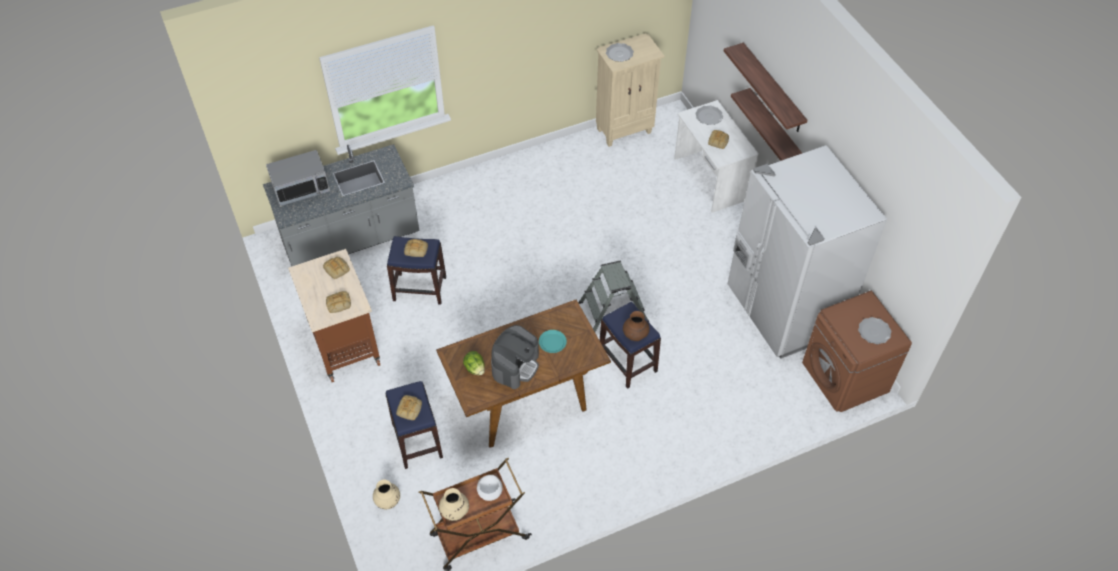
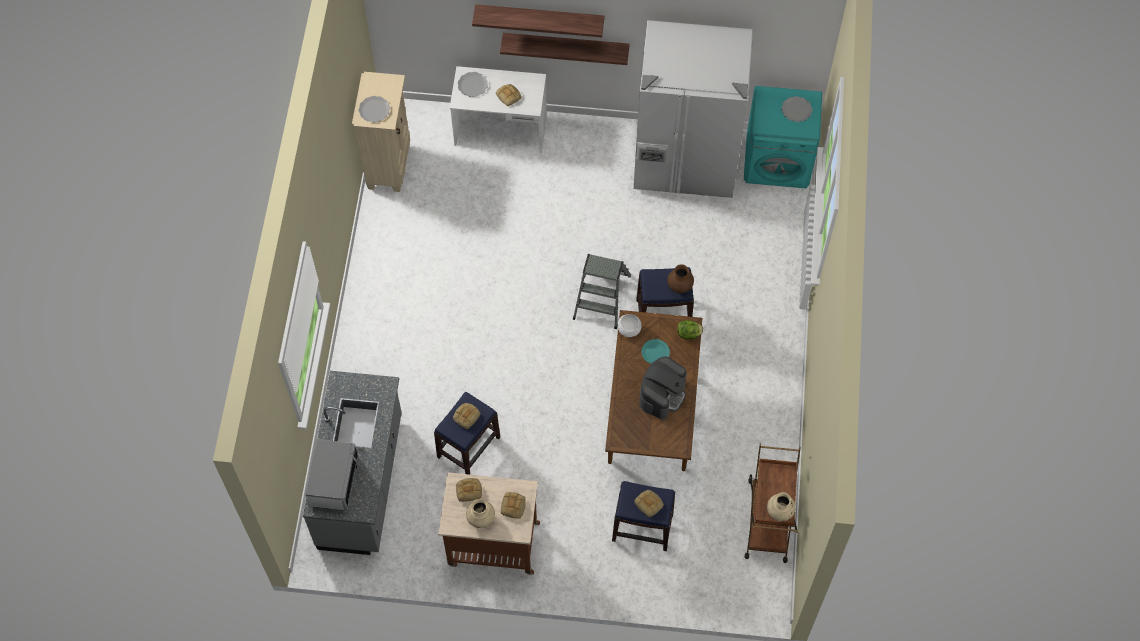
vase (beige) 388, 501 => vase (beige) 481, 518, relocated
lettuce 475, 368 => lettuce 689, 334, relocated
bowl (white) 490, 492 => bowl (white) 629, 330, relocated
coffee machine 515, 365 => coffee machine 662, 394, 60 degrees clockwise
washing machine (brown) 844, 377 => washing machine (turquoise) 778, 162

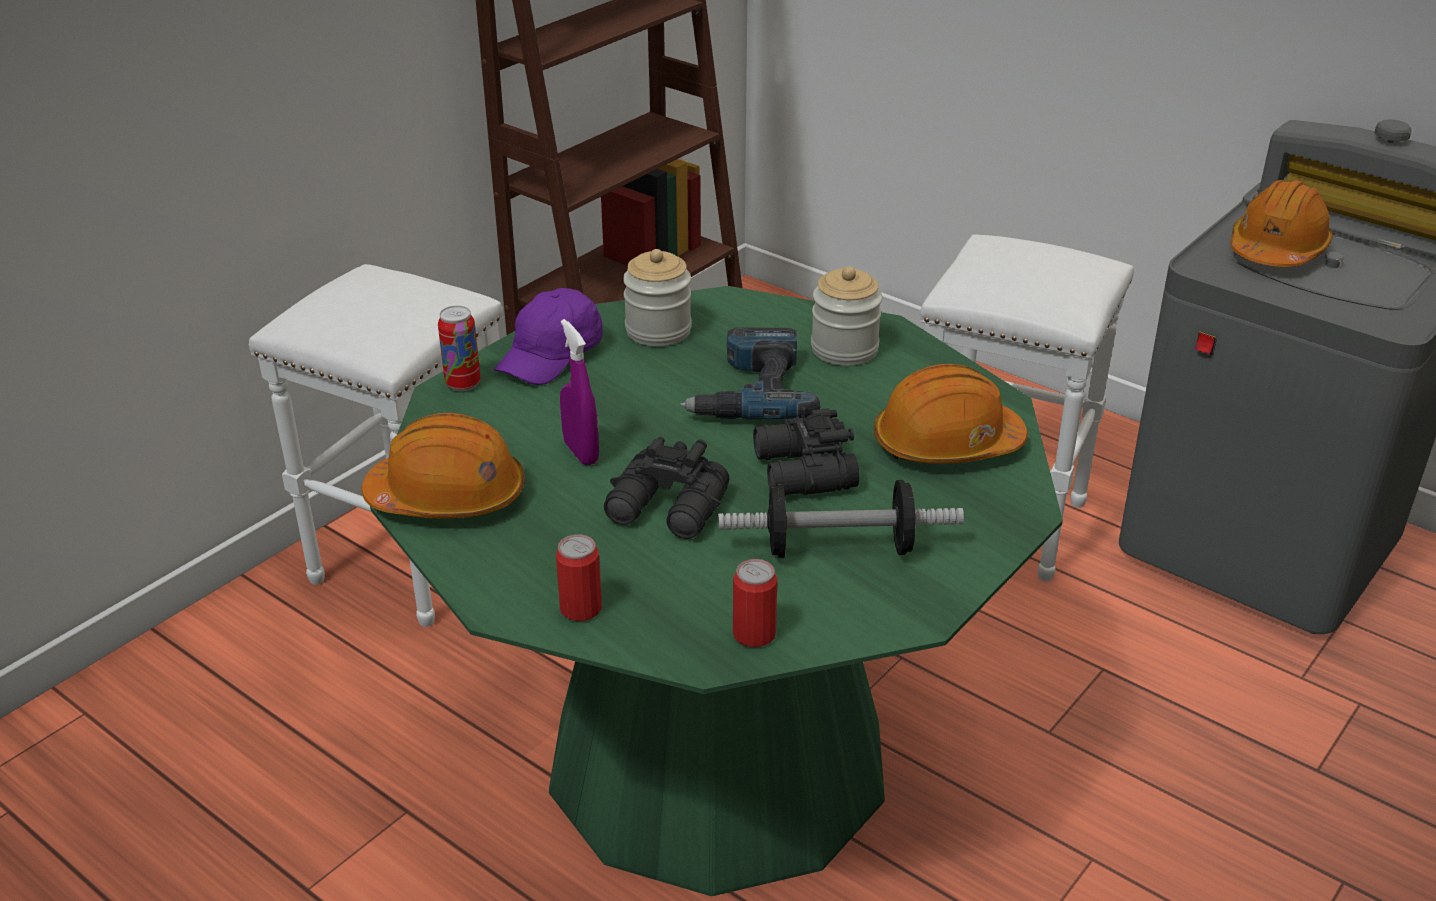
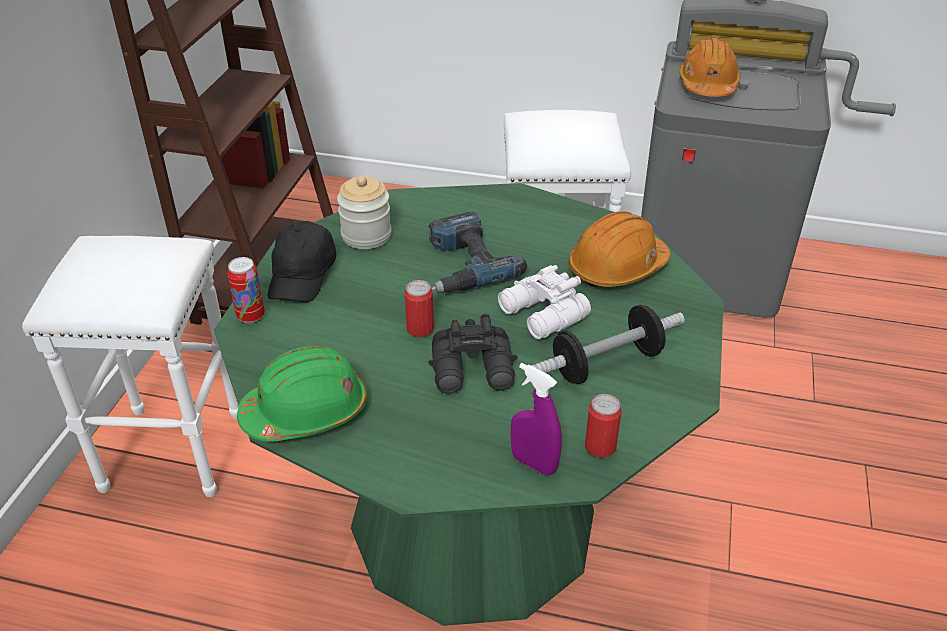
hard hat (orange) 448, 497 => hard hat (green) 306, 412
cap (purple) 552, 356 => cap (black) 303, 275
can 580, 608 => can 420, 329, relocated
spray bottle (purple) 581, 453 => spray bottle (purple) 534, 464, relocated
binoculars (black) 802, 473 => binoculars (white) 542, 315
jar 844, 349 => nothing

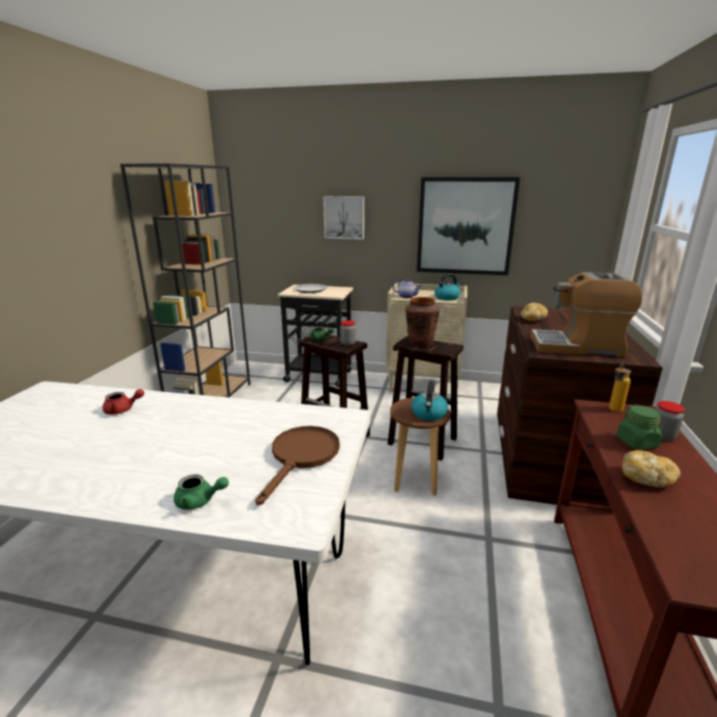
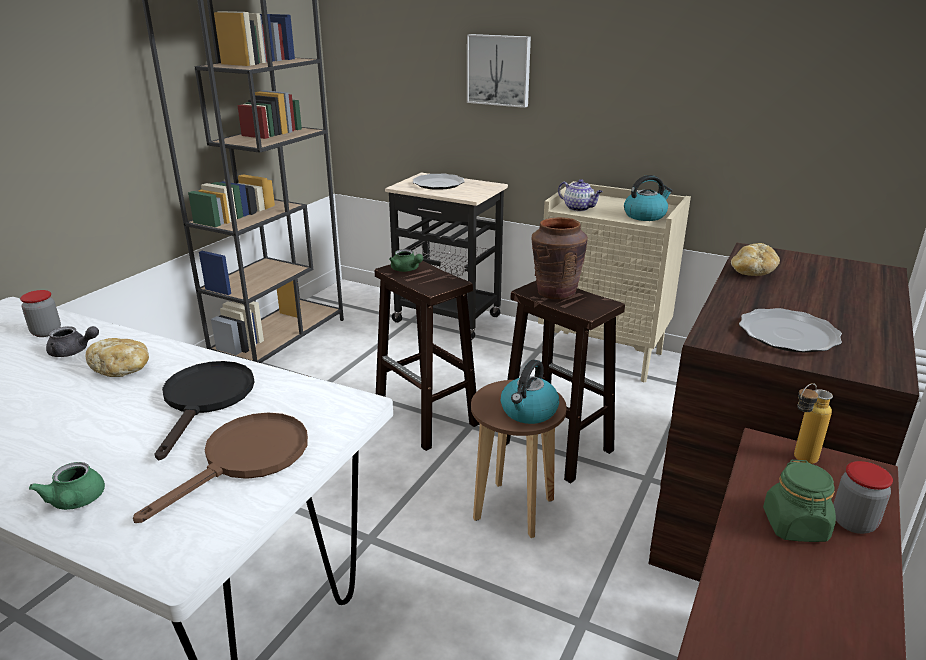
teapot (red) 123, 410 => teapot (grey) 73, 352
teapot (green) 199, 501 => teapot (green) 76, 502, 45 degrees clockwise
jar 348, 343 => jar 46, 332, relocated
picture 465, 226 => nothing
coffee machine 577, 347 => plate 788, 335
bread 646, 478 => bread 122, 369, relocated
nothing => frying pan (black) 206, 400

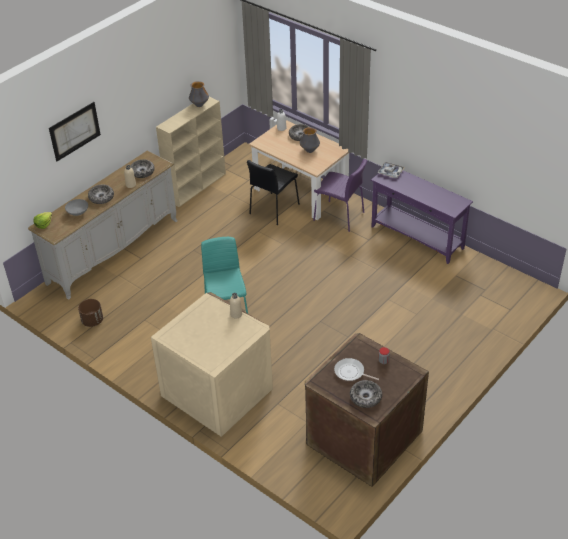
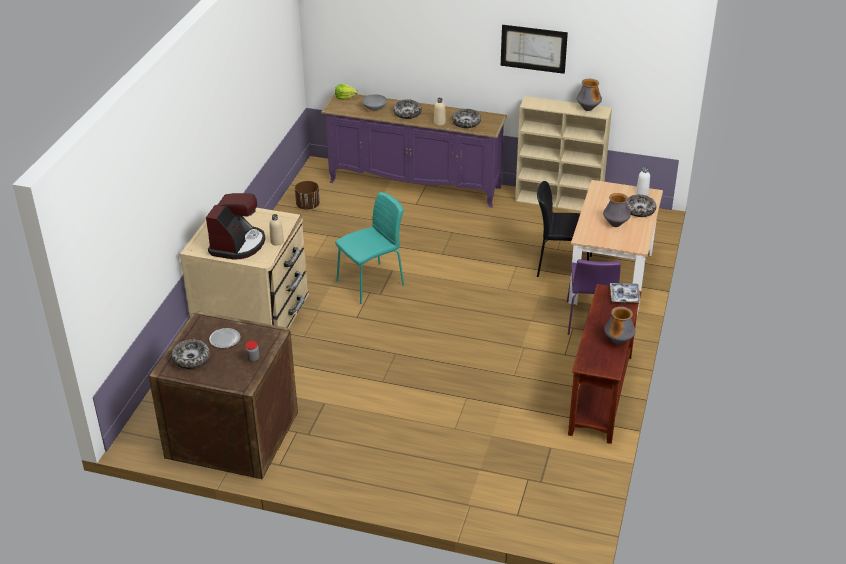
cabinet (grey) 114, 251 => cabinet (purple) 414, 185
picture 75, 131 => picture 533, 49, relocated
frying pan 351, 372 => plate 224, 339
console table (purple) 417, 237 => console table (brown) 601, 395
nothing => coffee machine 238, 244
nothing => vase 618, 341

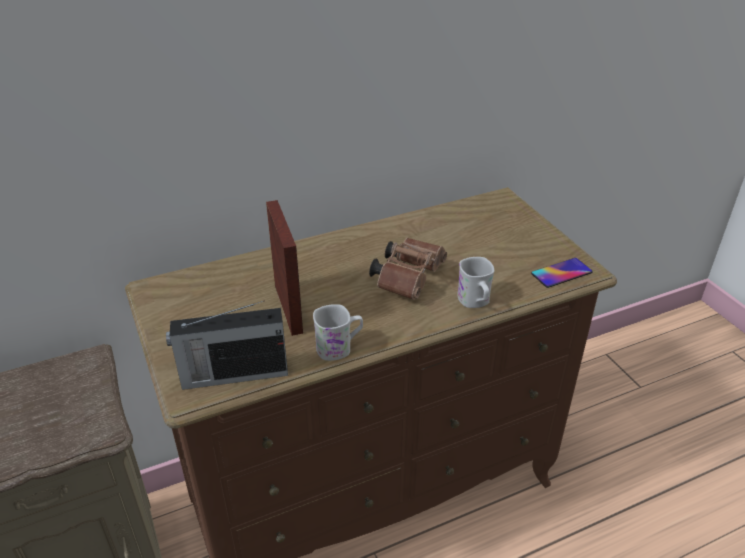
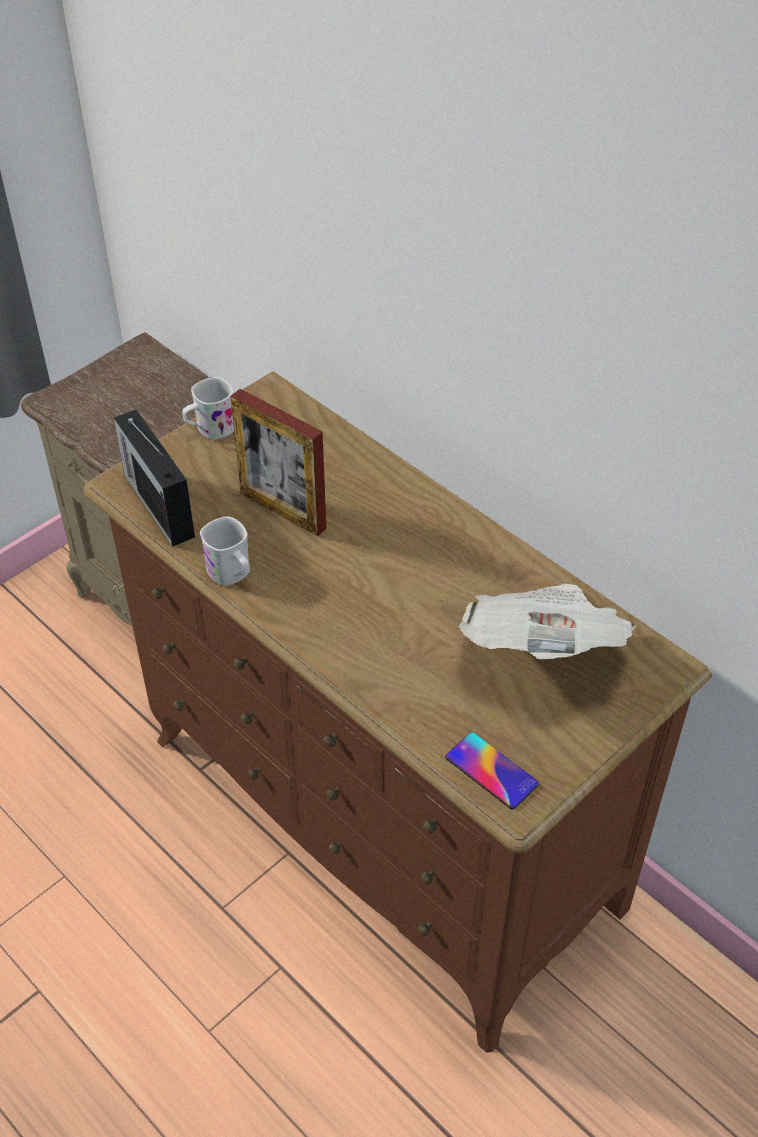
picture frame 288, 308 => picture frame 283, 510, 75 degrees clockwise
binoculars (brown) 409, 277 => nothing
mug (white) 475, 302 => mug (white) 210, 430, relocated
nothing => newspaper 542, 649

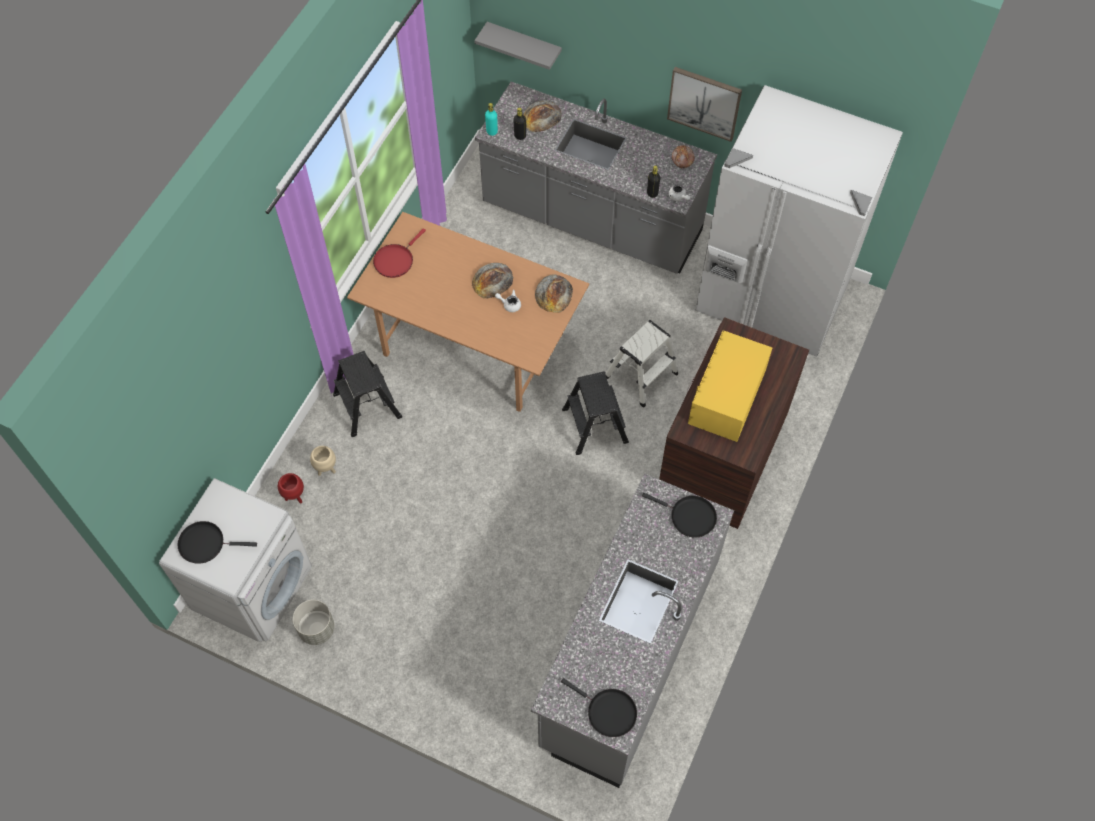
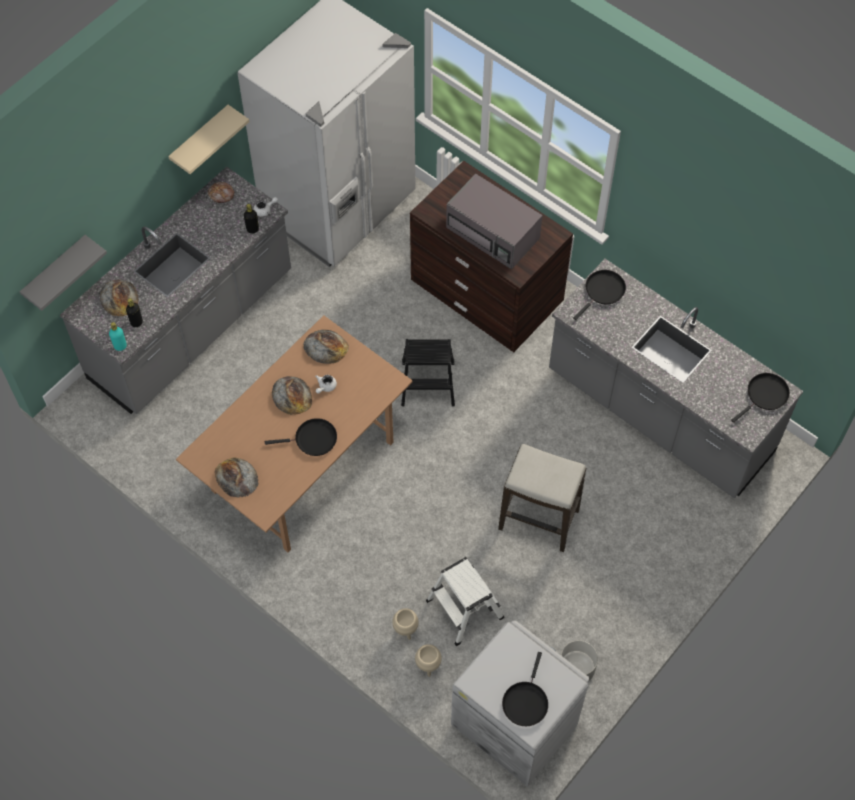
planter (red) 294, 497 => planter (beige) 428, 666
step ladder (black) 367, 405 => nothing
frying pan (red) 395, 260 => bread 236, 477
step ladder (white) 640, 375 => step ladder (white) 465, 609, relocated
picture 704, 103 => shelf (beige) 200, 140
microwave (yellow) 727, 398 => microwave (grey) 494, 233
nothing => frying pan (black) 313, 439
nothing => stool 539, 520

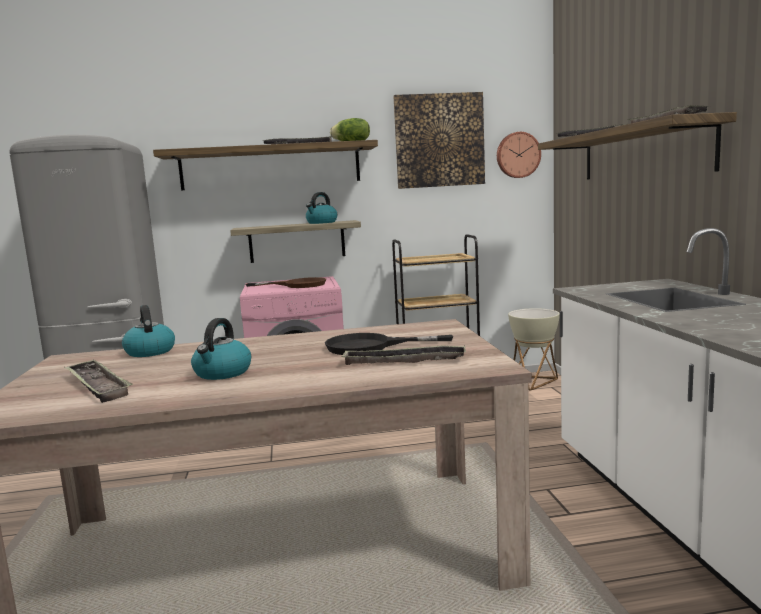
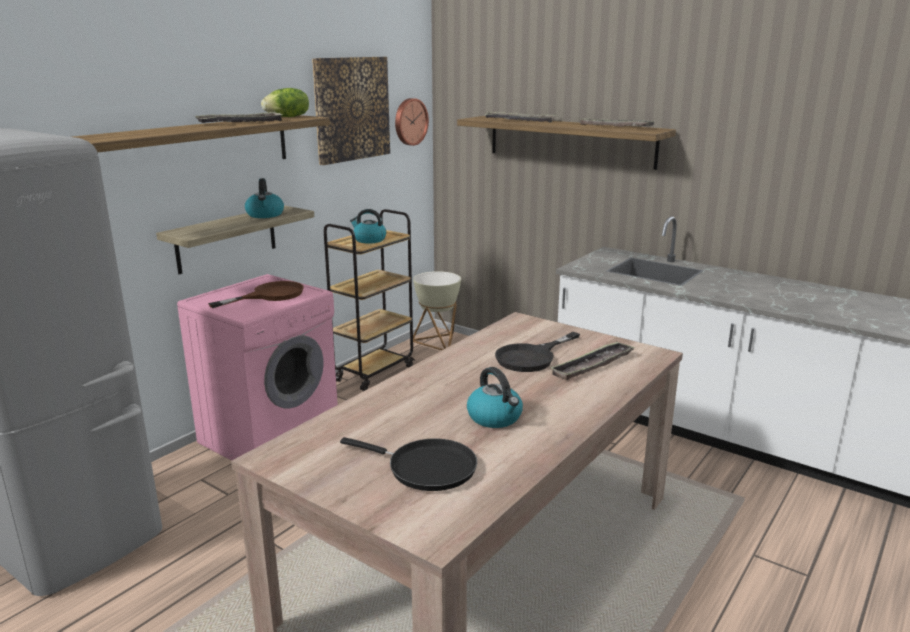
tray 97, 386 => frying pan (black) 426, 468
kettle 150, 351 => kettle 369, 240, relocated

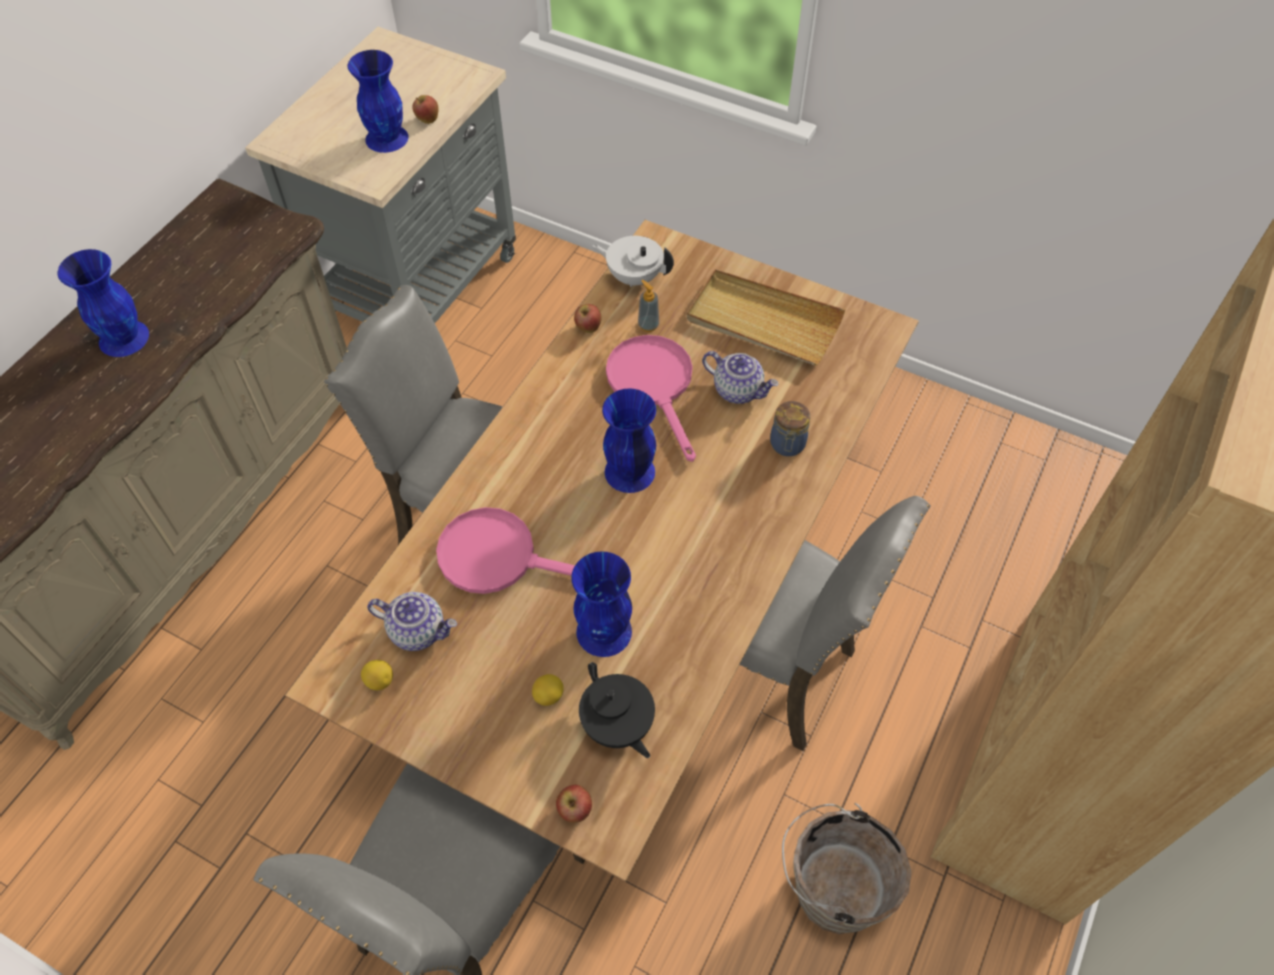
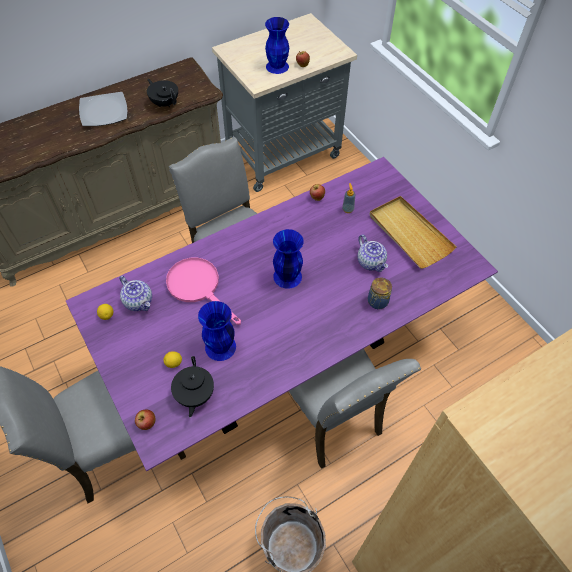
vase (blue) 124, 337 => plate 104, 111
dining table (brown) 637, 611 => dining table (purple) 285, 354
teapot (white) 634, 277 => nothing
frying pan (pink) 654, 385 => nothing
nothing => teapot (black) 165, 103

